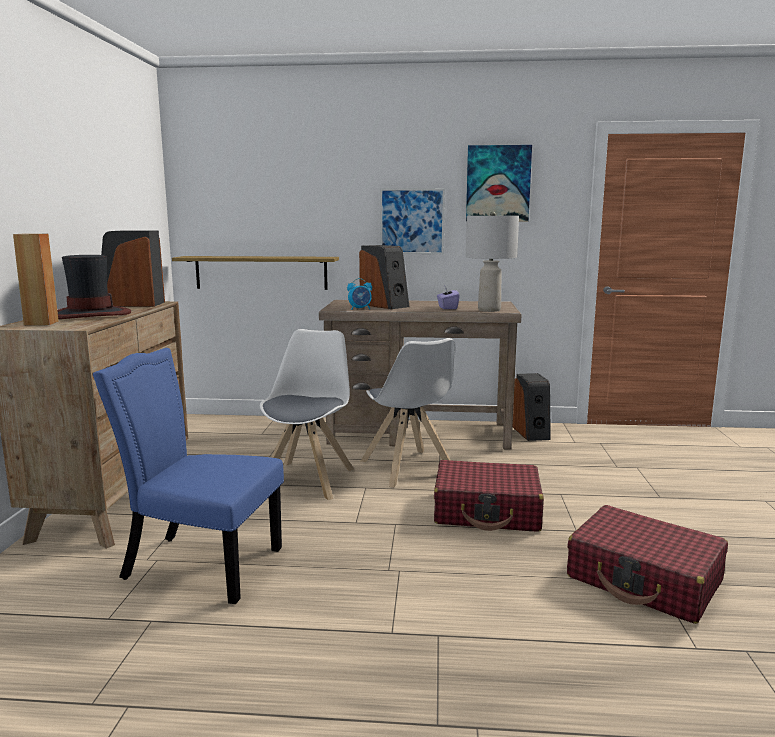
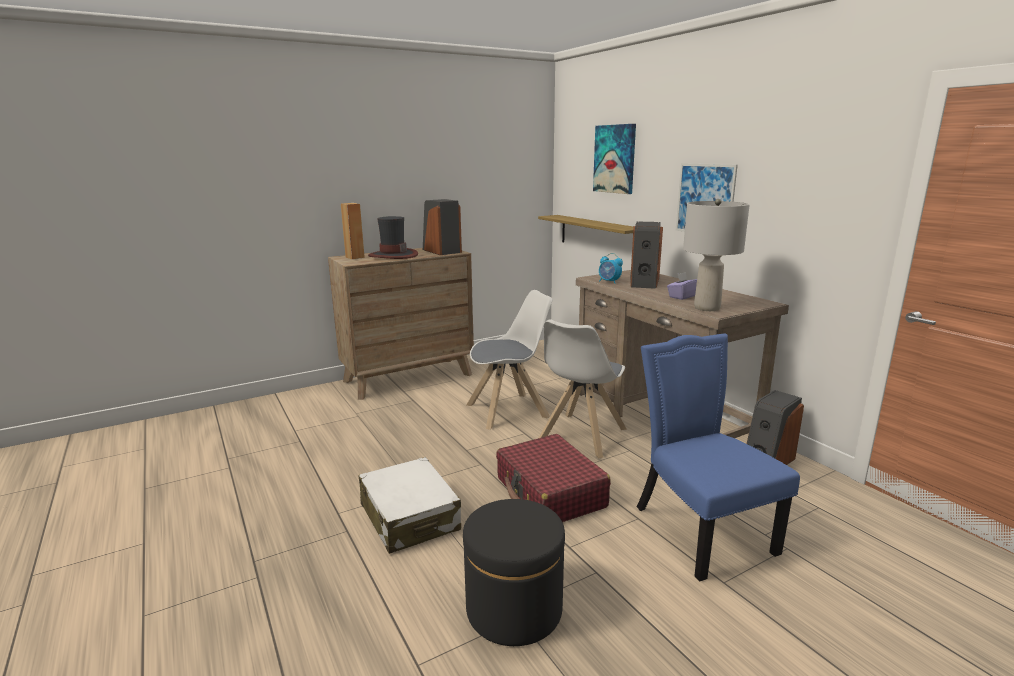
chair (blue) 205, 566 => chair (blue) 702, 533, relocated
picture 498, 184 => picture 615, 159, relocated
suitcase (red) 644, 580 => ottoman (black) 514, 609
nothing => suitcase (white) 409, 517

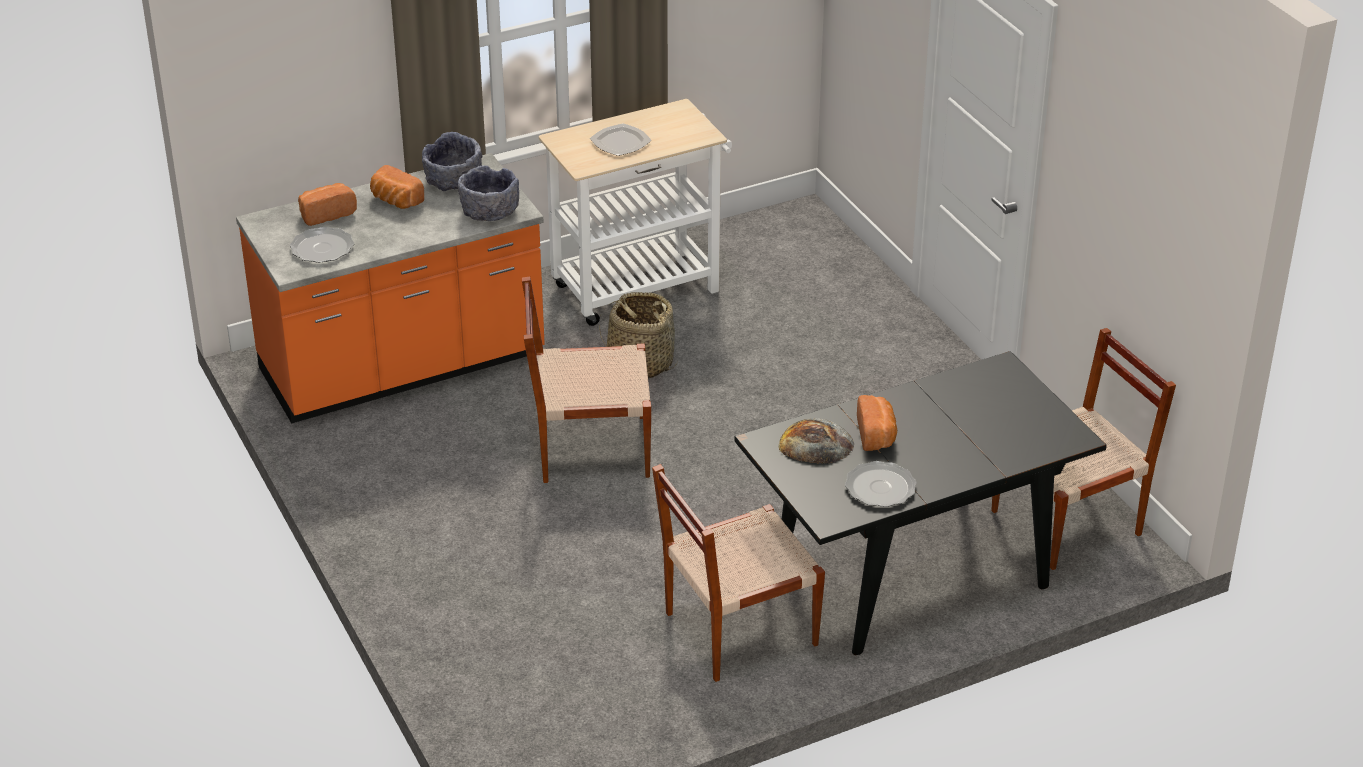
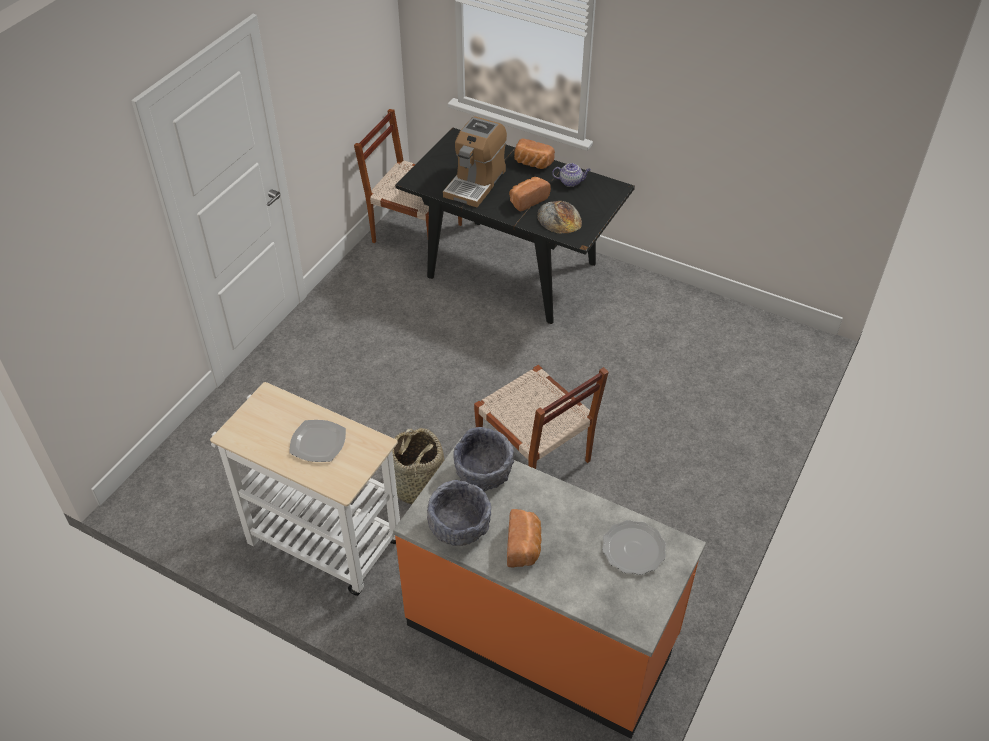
bread 326, 213 => bread 532, 163, relocated
chair 736, 631 => nothing
plate 880, 487 => teapot 571, 182
nothing => coffee machine 475, 183

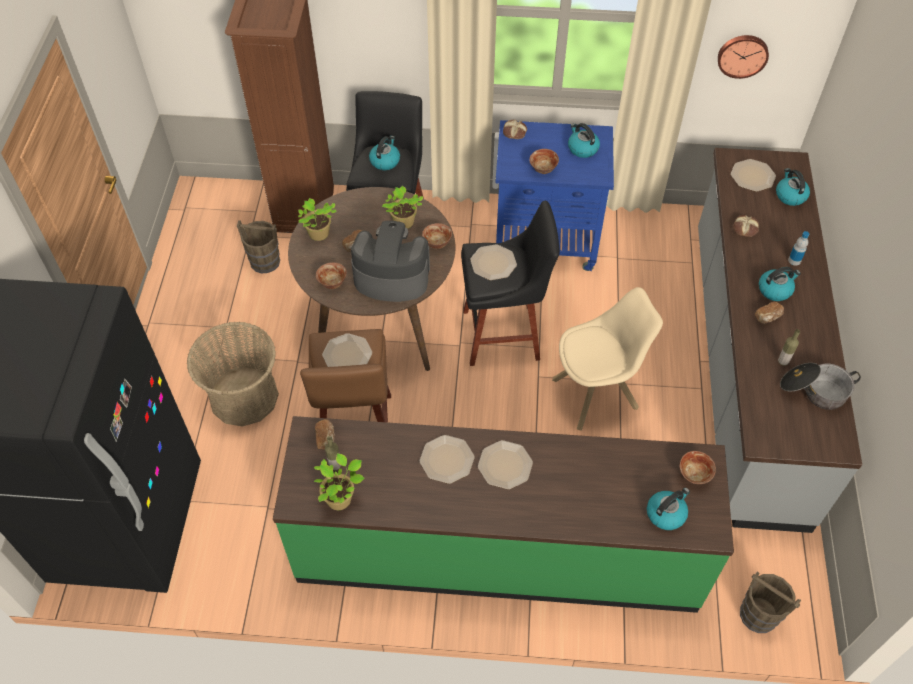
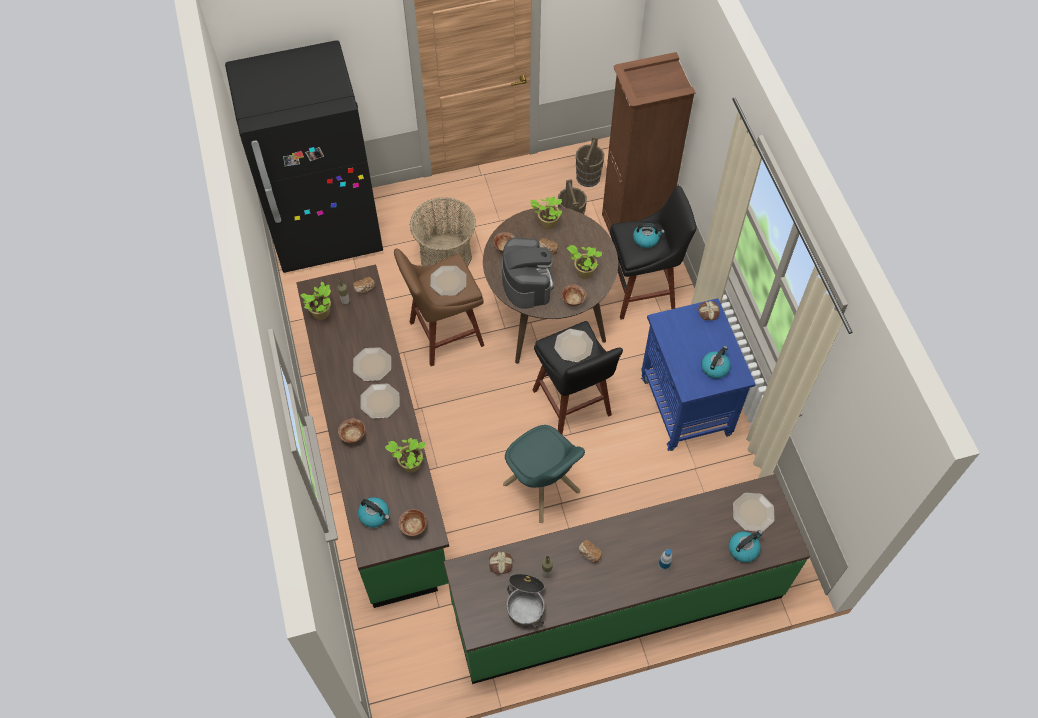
bowl 543, 169 => bowl 353, 436, relocated
chair (beige) 596, 394 => chair (turquoise) 542, 488
counter (grey) 745, 369 => counter (green) 617, 601
wall clock 742, 55 => nothing
bread 745, 228 => bread 500, 564, relocated
bucket (brown) 758, 614 => bucket (brown) 588, 177, relocated
kettle 775, 289 => nothing
nothing => potted plant 409, 464

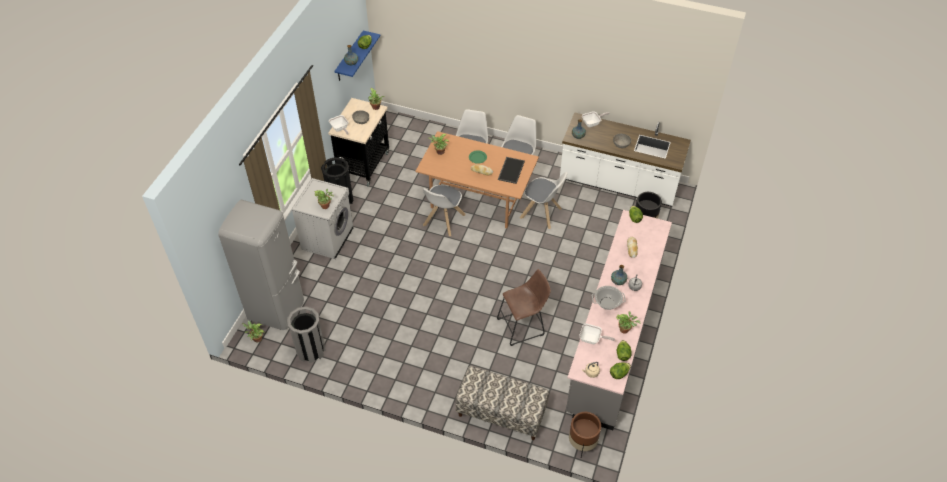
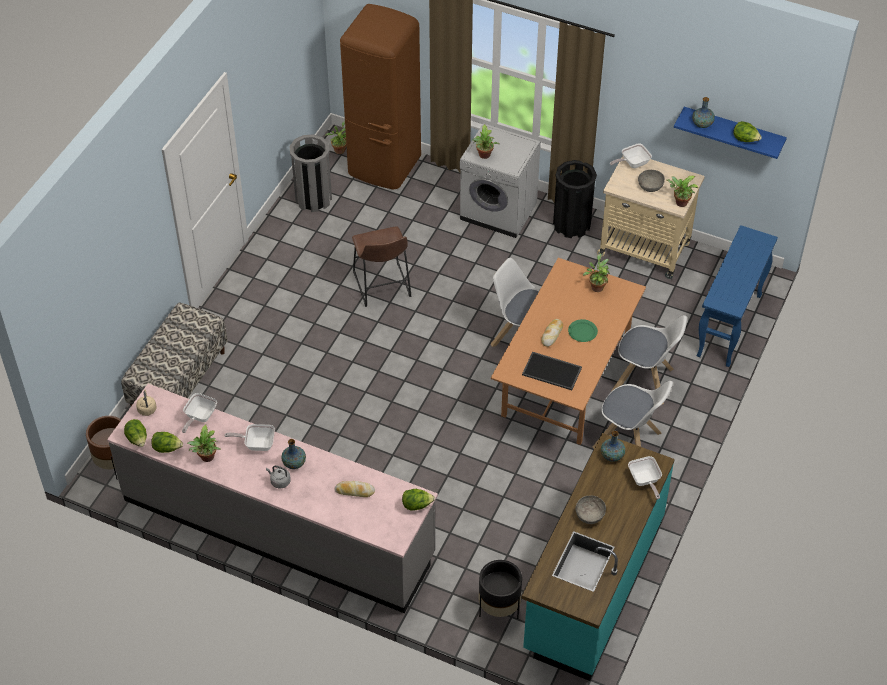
fridge (grey) 278, 309 => fridge (brown) 383, 166
cart (black) 363, 165 => cart (beige) 644, 250
stool (brown) 523, 326 => stool (brown) 382, 287, relocated
chair 542, 214 => nothing
counter (white) 618, 183 => counter (turquoise) 592, 584
cooking pot 607, 303 => frying pan 257, 444
nothing => console table (blue) 729, 326

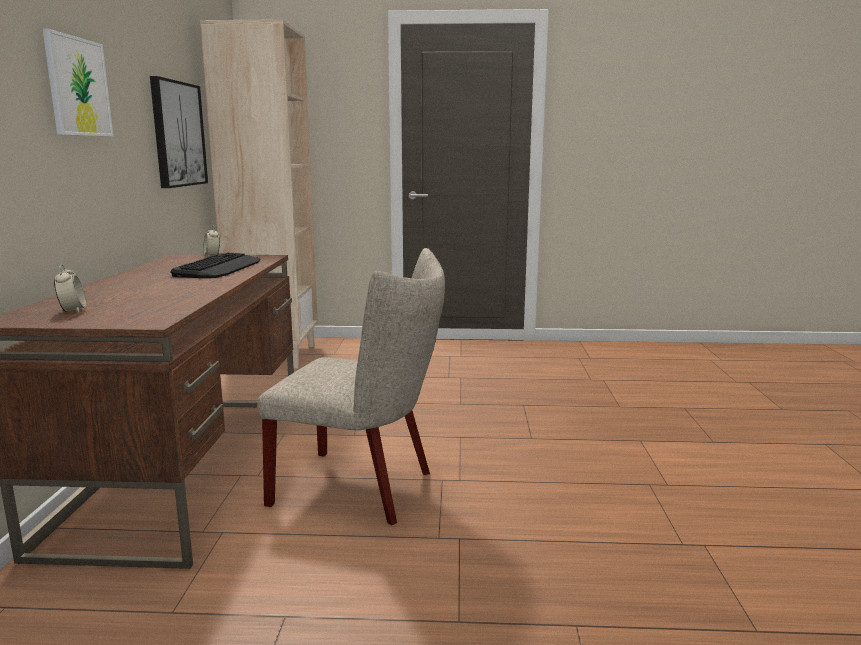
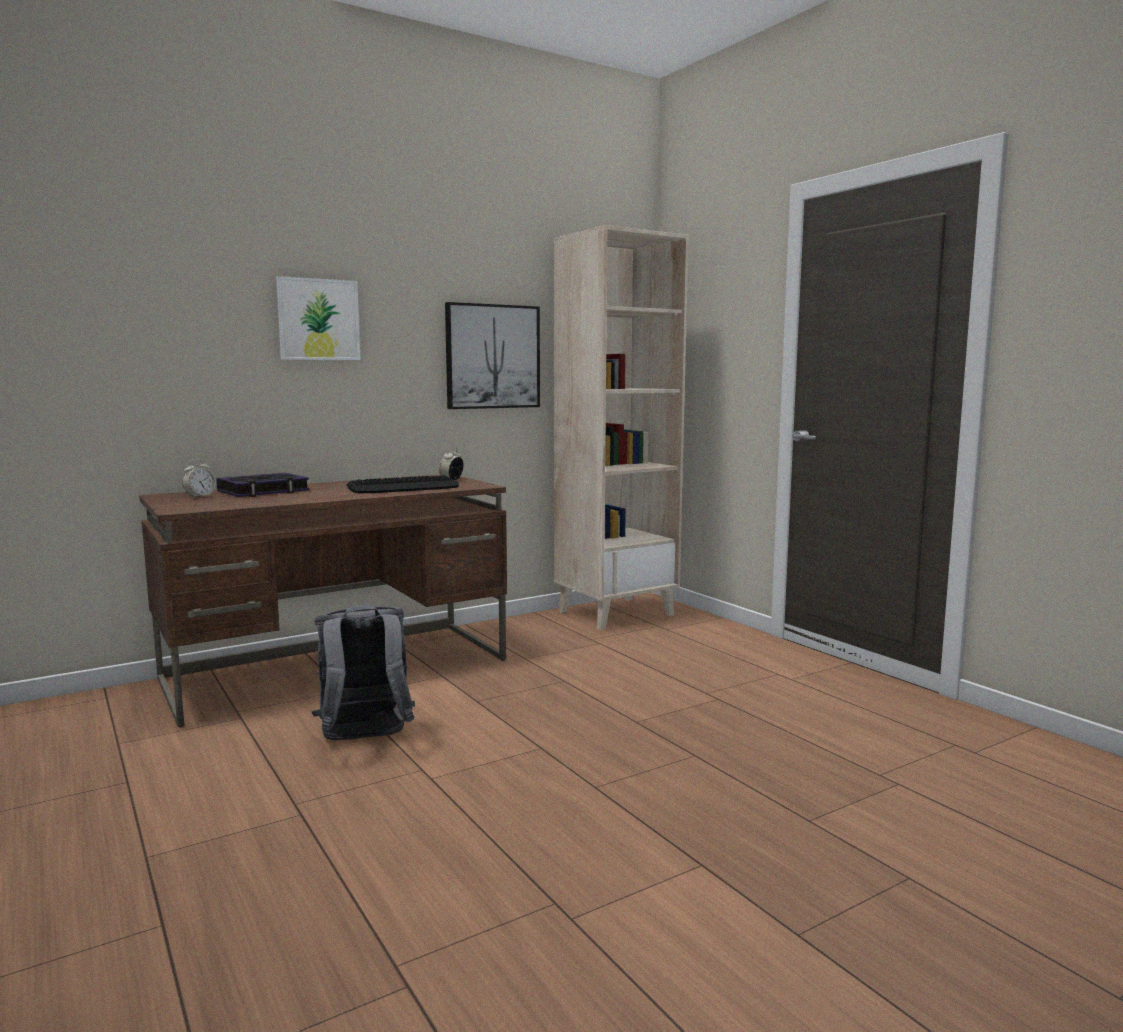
chair (beige) 362, 488 => backpack (grey) 365, 740
nothing => book 263, 491

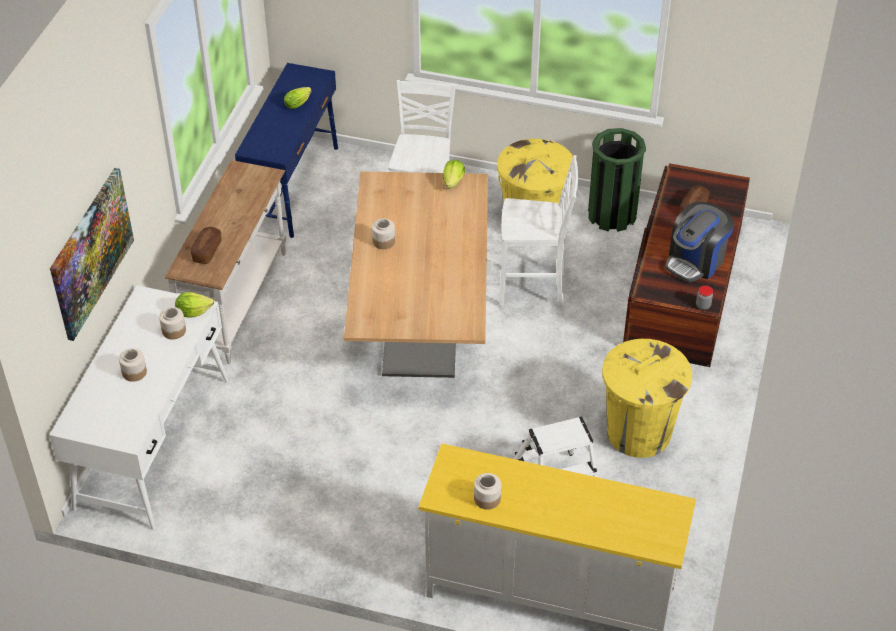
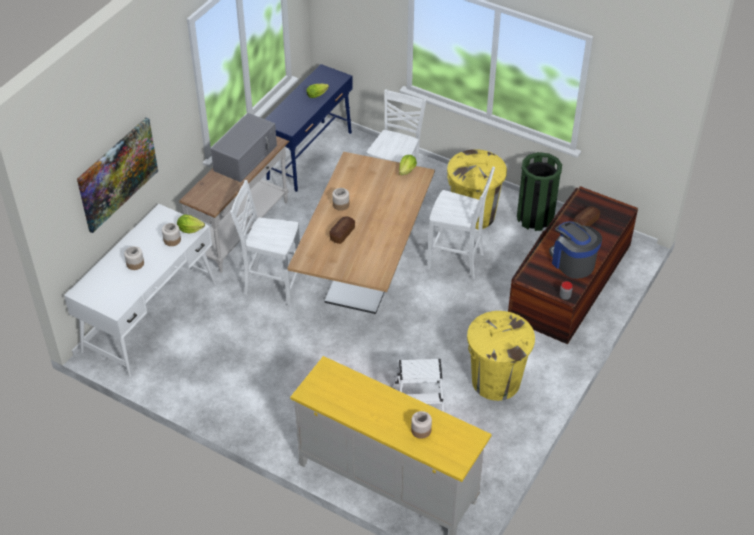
bread 207, 251 => bread 342, 234, relocated
jar 487, 499 => jar 421, 430, relocated
coffee machine 696, 260 => coffee machine 572, 262, 90 degrees clockwise
nothing => microwave (grey) 245, 157
nothing => chair (white) 271, 284

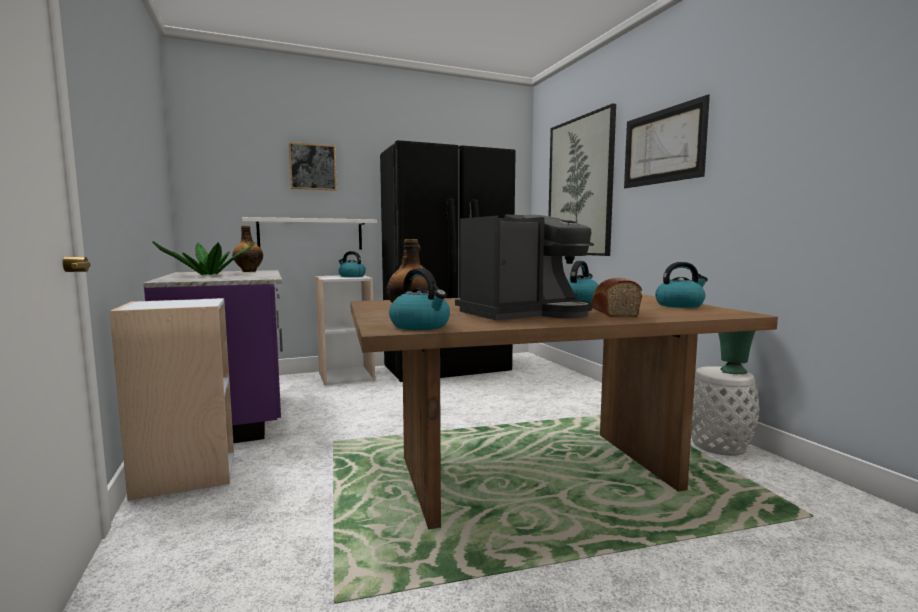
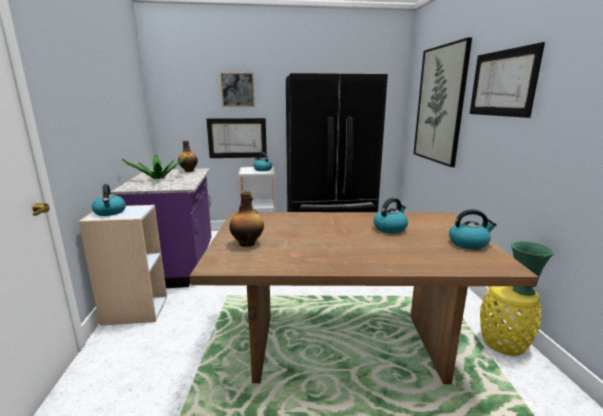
shelf (white) 311, 234 => picture 237, 138
kettle 421, 326 => kettle 110, 212, relocated
coffee machine 524, 313 => nothing
bread 613, 312 => nothing
stool (white) 719, 446 => stool (yellow) 503, 343

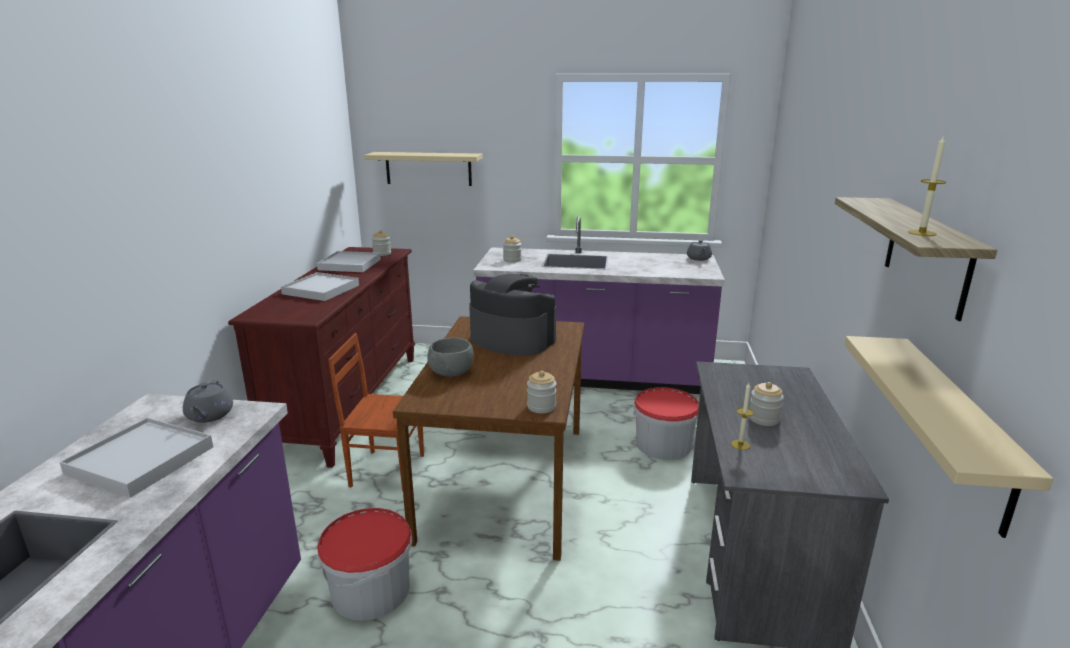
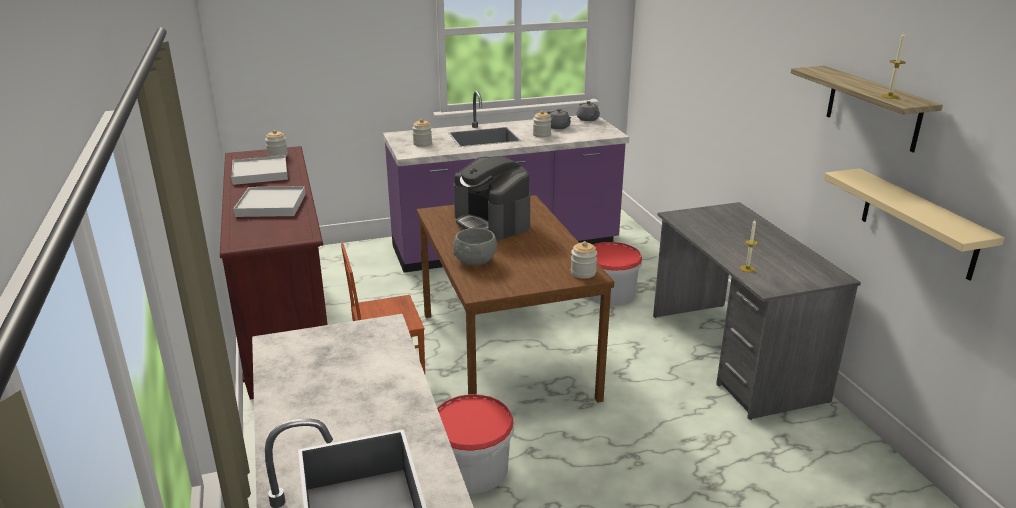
tray (white) 141, 460 => nothing
teapot (grey) 209, 416 => teapot (grey) 558, 127, relocated
shelf (beige) 428, 168 => nothing
coffee machine 511, 340 => coffee machine 492, 222, 135 degrees counterclockwise
jar 763, 419 => jar 541, 135, relocated

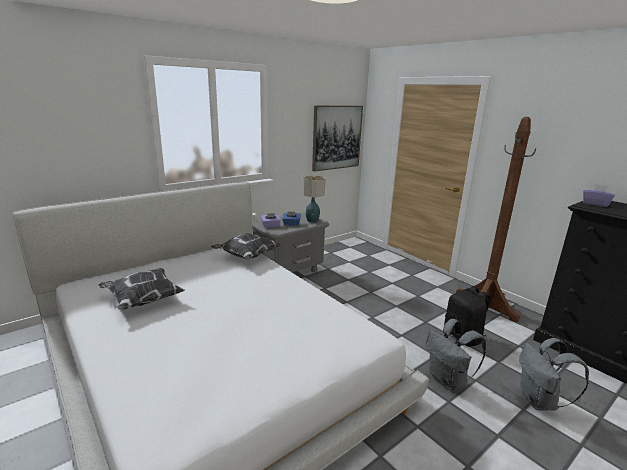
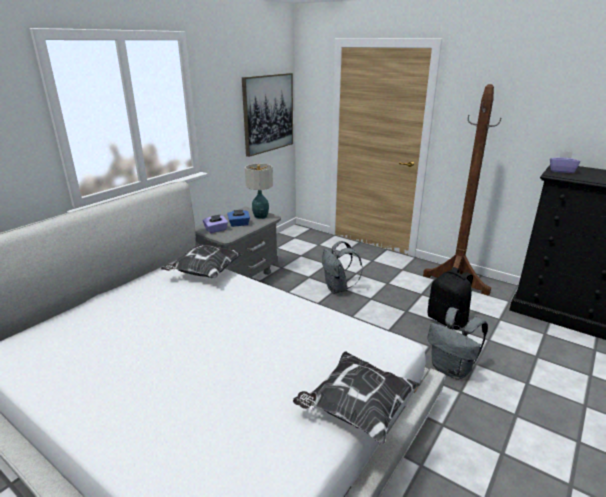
pillow 143, 300 => pillow 356, 409, relocated
backpack (grey) 539, 401 => backpack (grey) 338, 289, relocated

